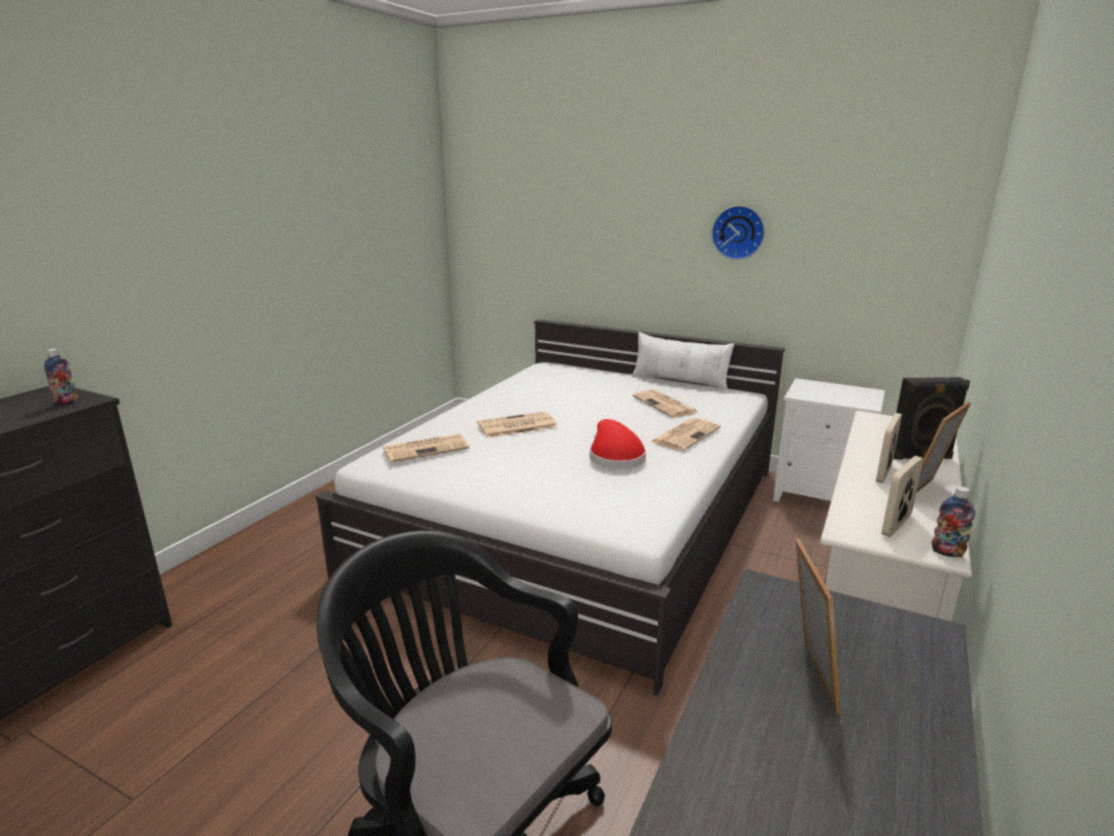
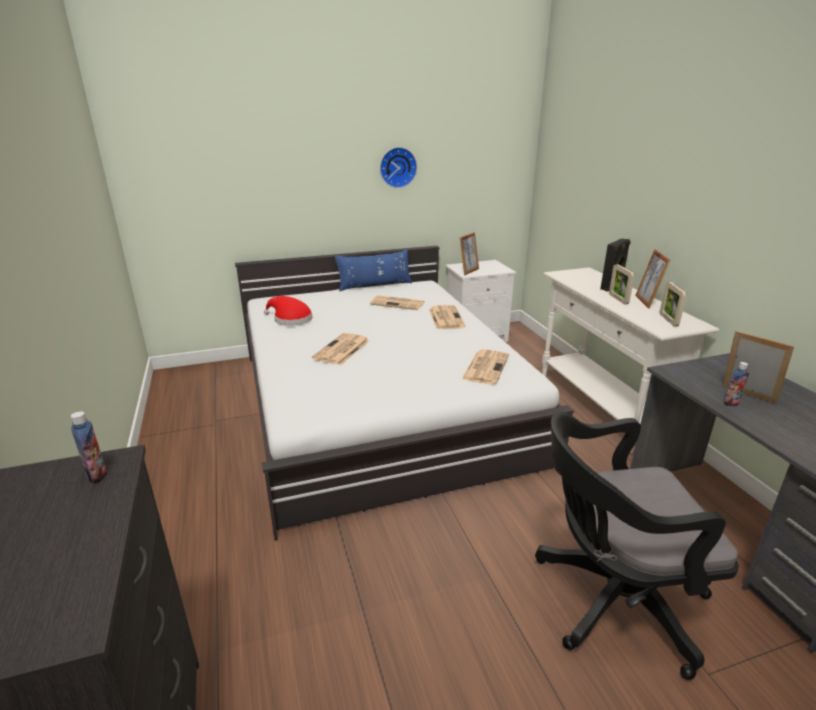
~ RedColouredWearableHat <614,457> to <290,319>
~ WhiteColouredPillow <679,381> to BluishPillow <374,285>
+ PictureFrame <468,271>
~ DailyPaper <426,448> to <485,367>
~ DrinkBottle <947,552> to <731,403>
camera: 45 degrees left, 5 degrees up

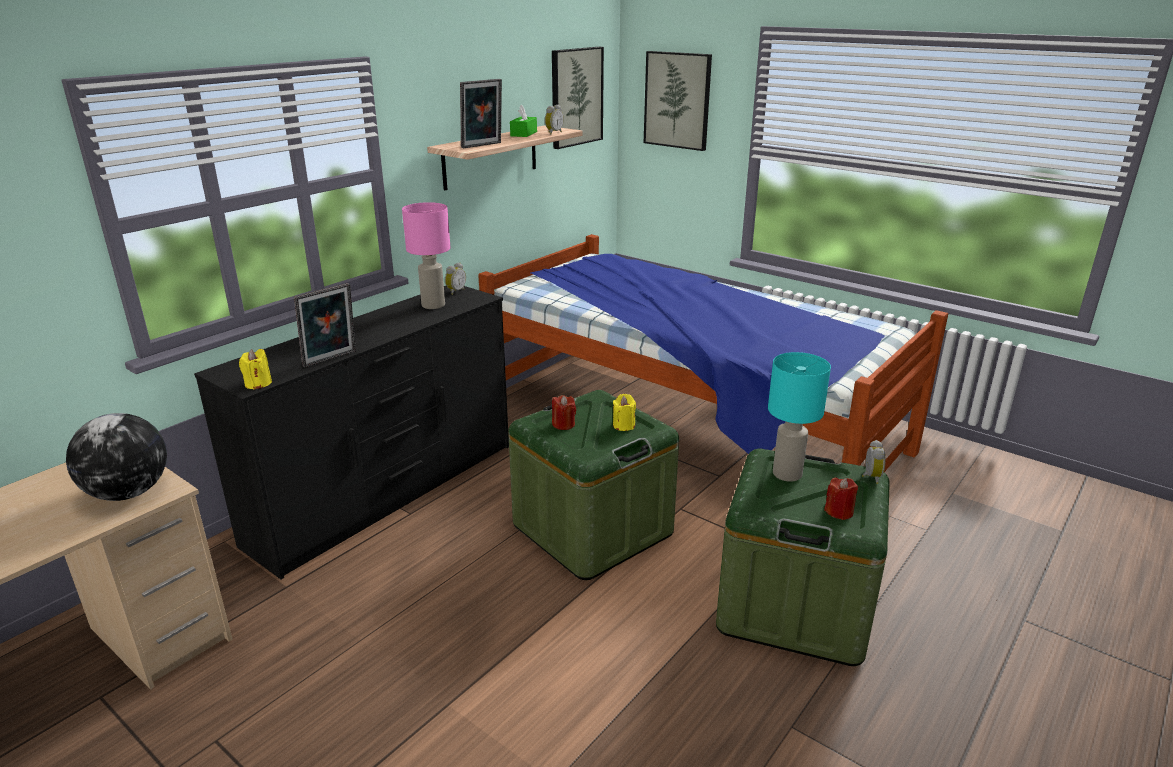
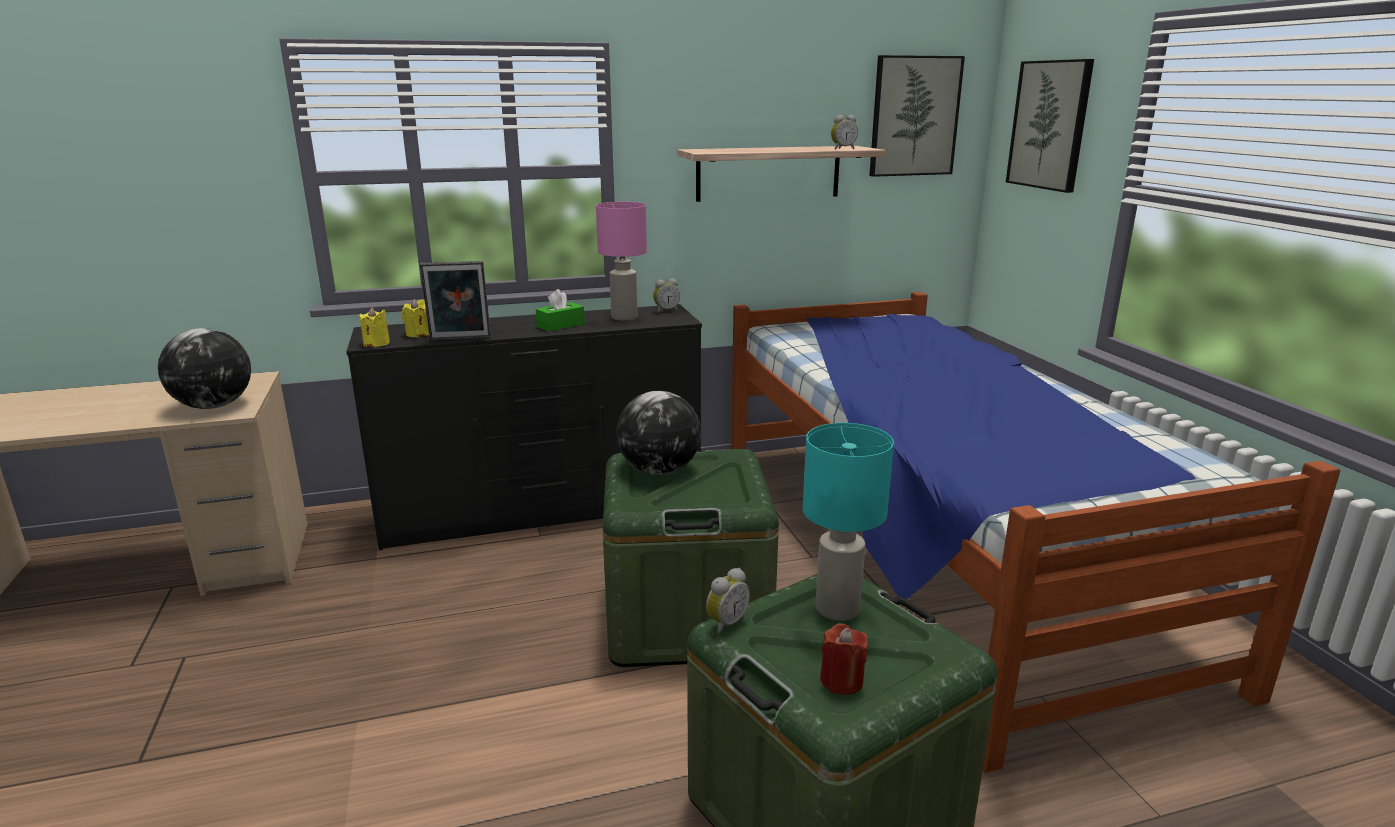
~ YellowWaxLight <623,425> to <418,334>
~ GreenColouredTissueBox <523,134> to <560,325>
~ RedColouredWaxLight <563,424> to WorldGlobe <659,471>
~ AlarmClock <870,477> to <725,623>
- PictureFrame <483,145>
camera: 35 degrees right, 5 degrees down

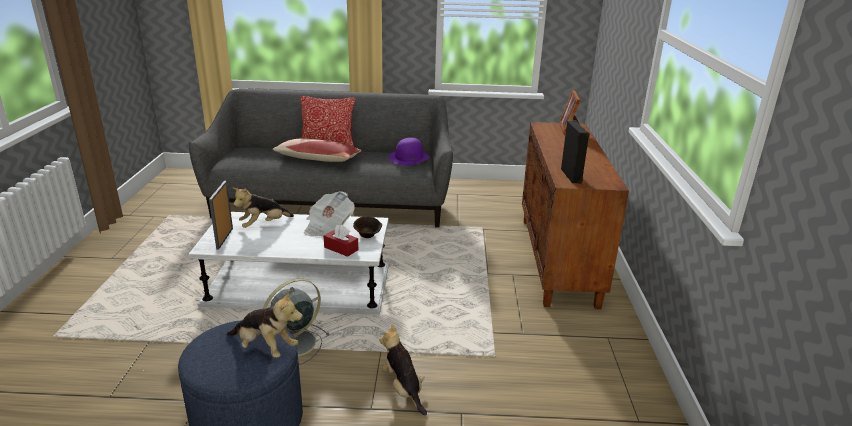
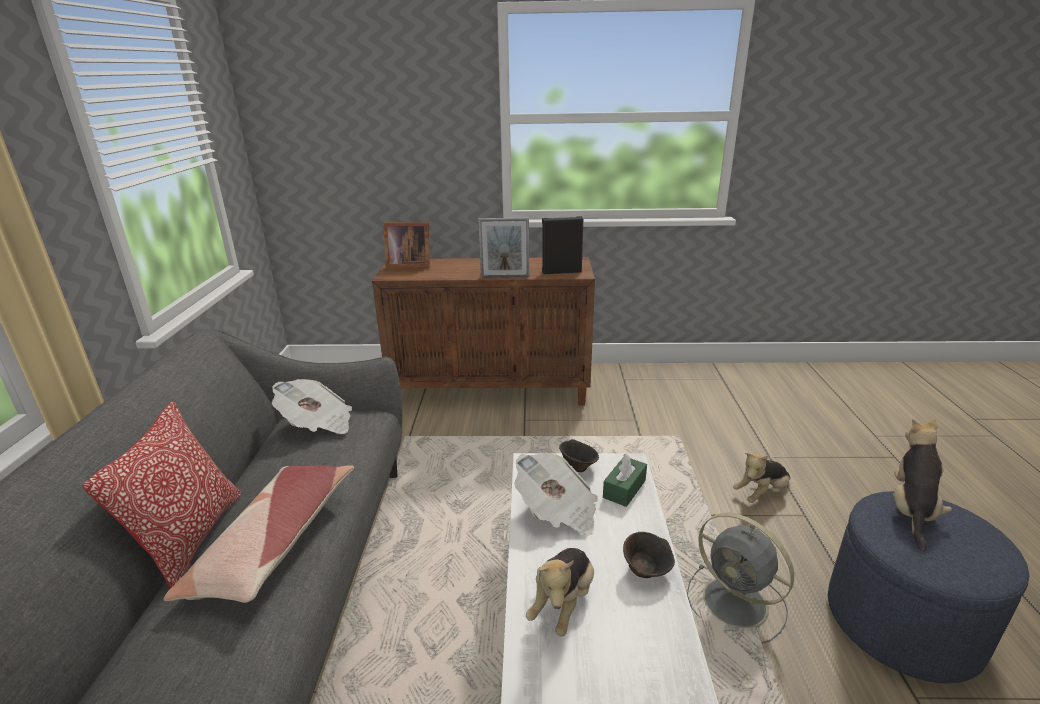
~ PurpleColouredWearableHat <409,158> to DailyPaper <317,423>
~ PictureFrame <224,238> to <505,277>
~ CuddlyToy <263,225> = <563,603> 60 degrees clockwise
~ RedColouredTissueBox <341,248> to GreenColouredTissueBox <624,489>
+ BrownishDeepDish <646,570>
camera: 90 degrees left, 0 degrees up

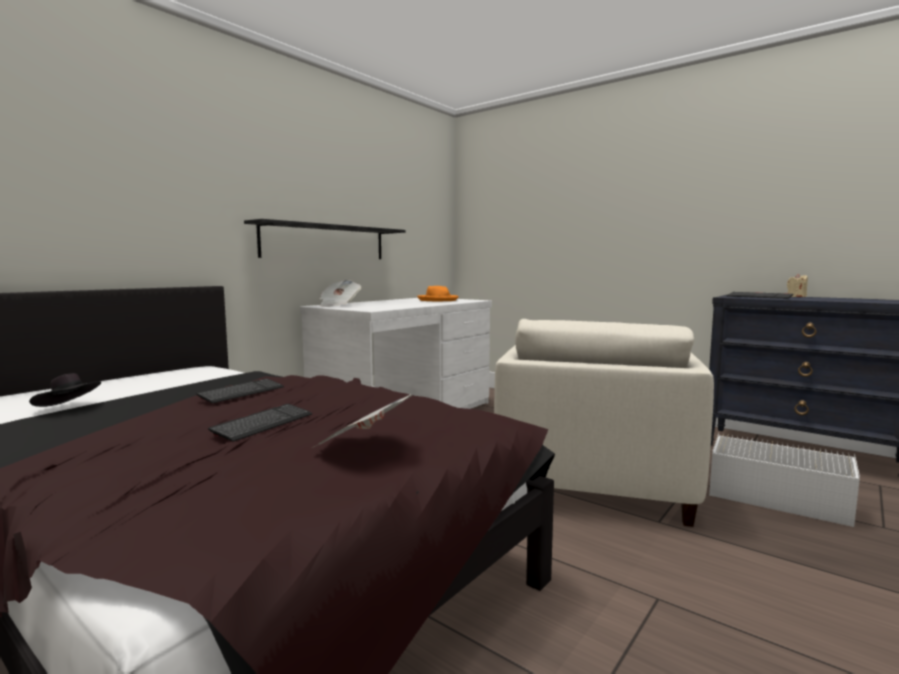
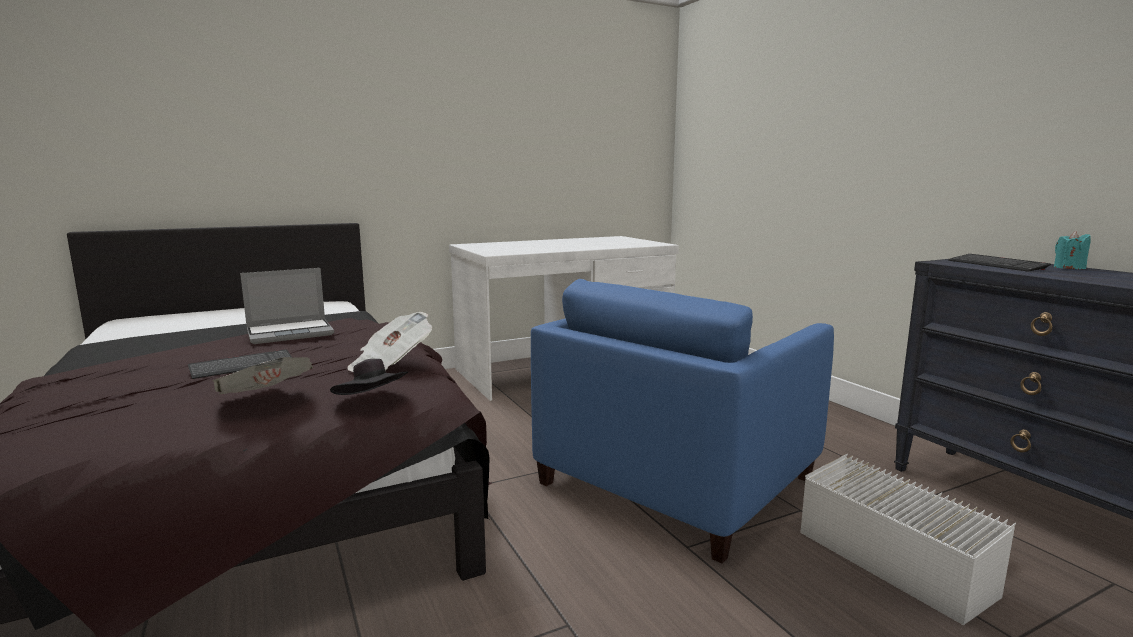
~ Keyboard <241,392> to PortableComputer <291,333>
~ BlackishWearableHat <69,408> to <372,401>
~ DailyPaper <338,305> to <391,364>
~ BeigeArmchair <593,478> to BluishArmchair <678,480>
~ BeigeWaxLight <796,297> to TurquoiseColouredWaxLight <1069,268>
- BlackishWallShelf <325,242>
- OrangeColouredWearableHat <438,300>
camera: 25 degrees right, 5 degrees up

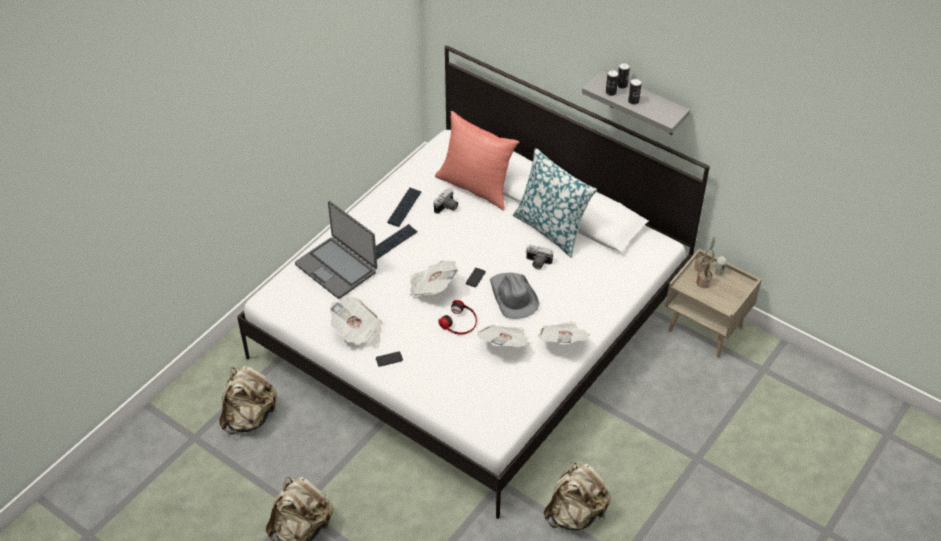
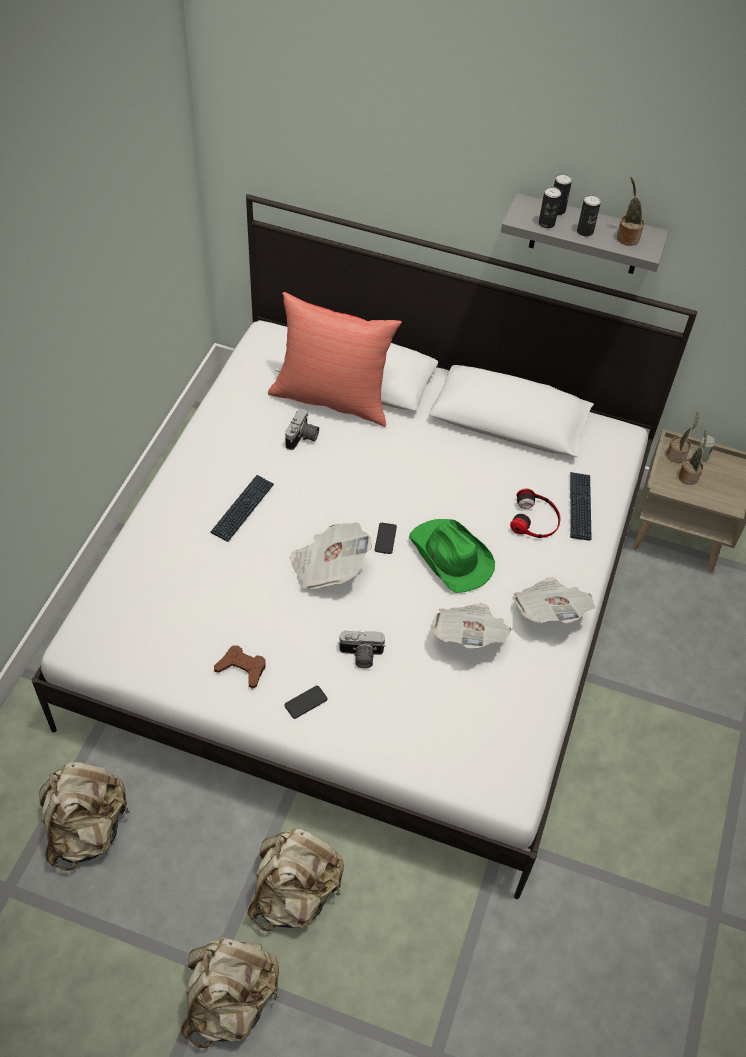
~ DailyPaper <358,332> to BrownishGameController <242,668>
~ BeigeKnapsack <575,514> to <294,894>
~ StillCamera <537,263> to <360,656>
~ GrayWearableHat <513,297> to GreenColouredWearableHat <450,557>
~ PairOfHeadphones <460,322> to <535,519>
~ Keyboard <404,207> to <580,506>
+ PottedPlant <626,237>
- PortableComputer <337,268>
- Pillow <551,229>
camera: 20 degrees left, 5 degrees up

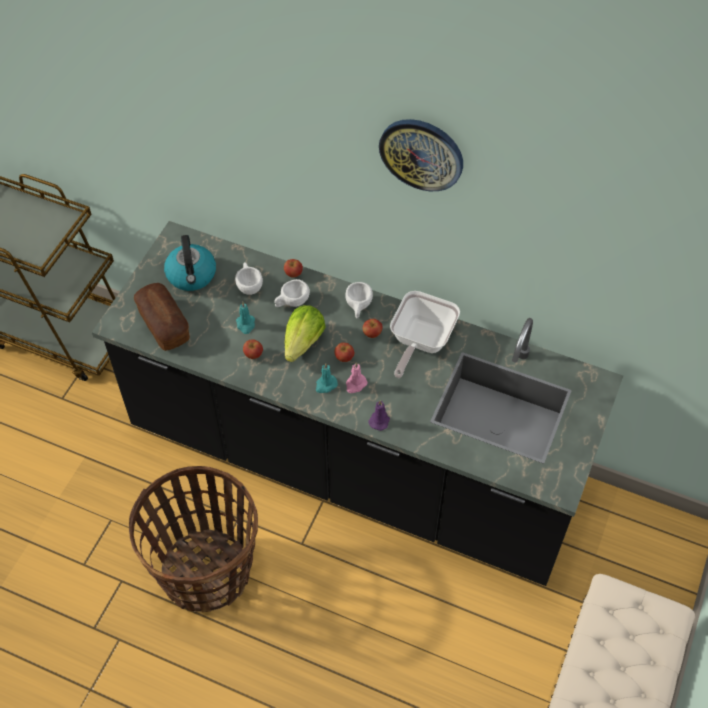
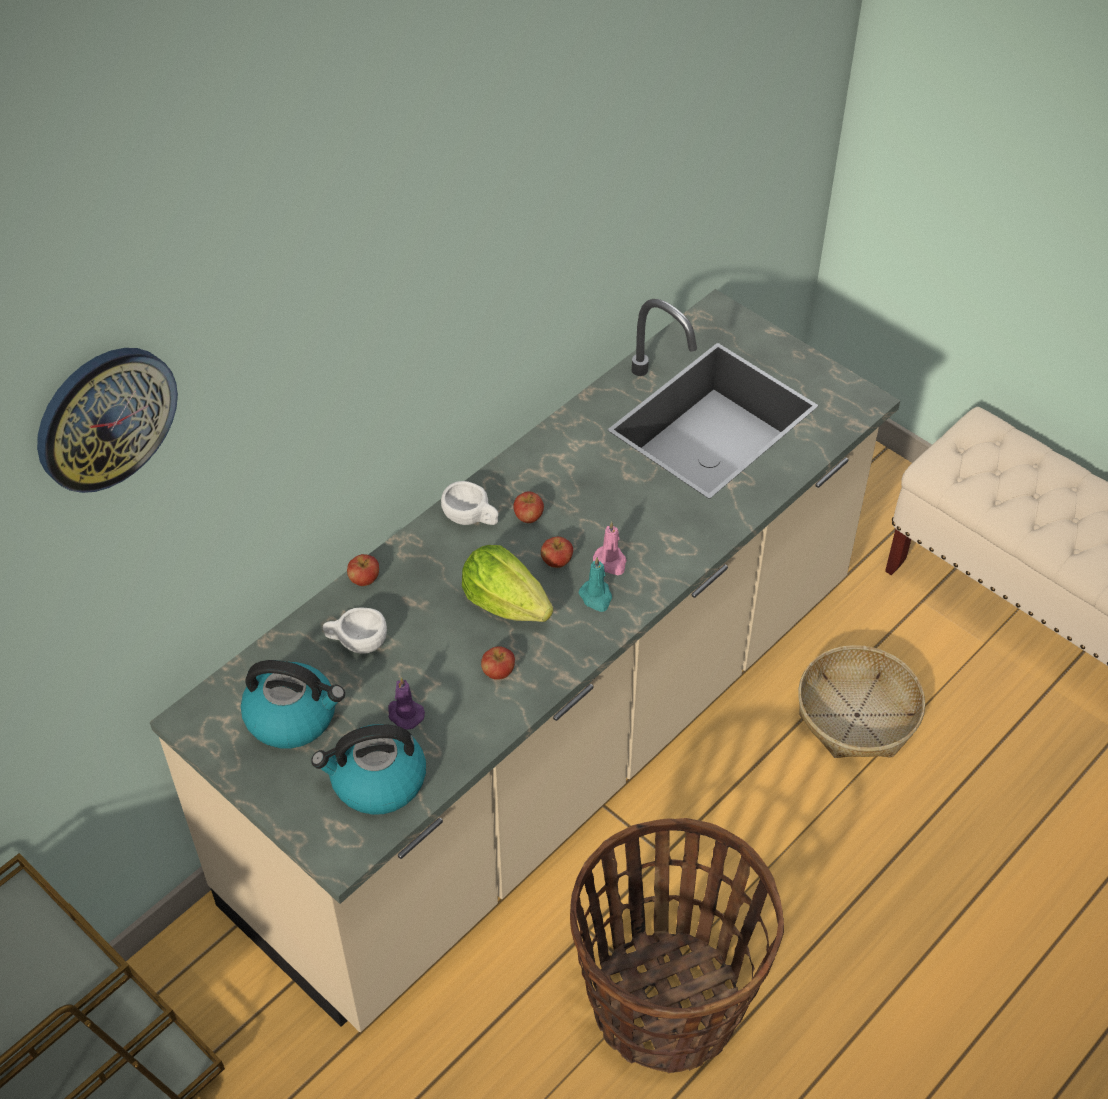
~ WallClock <421,154> to <105,418>
~ BlackishKitchenCounter <354,462> to BeigeKitchenCounter <554,744>
~ BakeryBread <163,324> to TeaKettle <377,781>
~ PurpleColouredWaxLight <379,420> to <404,714>
+ Basket <857,715>
- TurquoiseColouredWaxLight <246,324>
- WhiteColouredCup <291,302>
- Pan <419,342>
camera: 70 degrees left, 5 degrees down

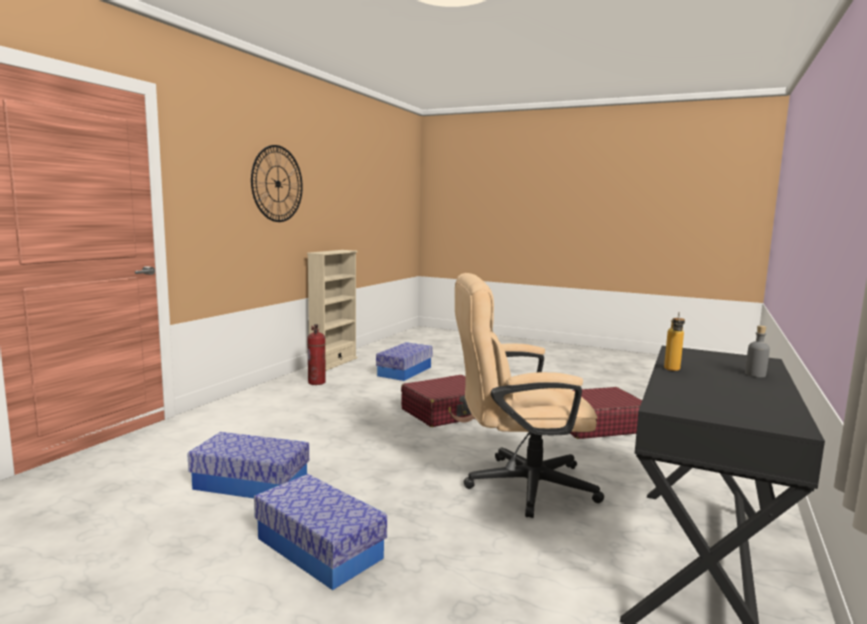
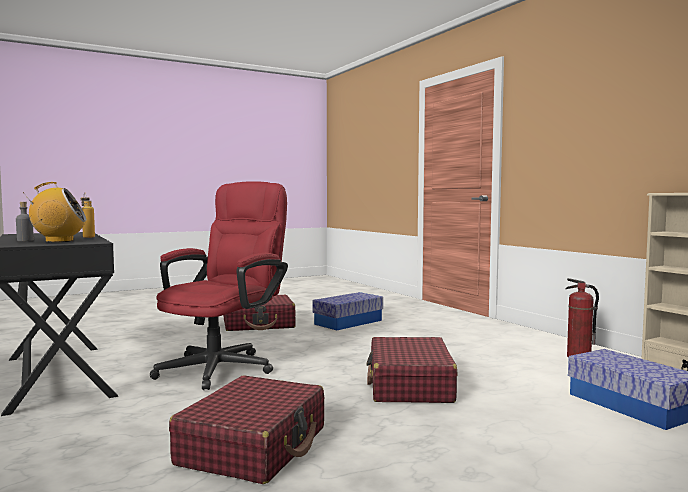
+ Radio <59,241>
~ BeigeOfficeChair <517,485> to RedColouredOfficeChair <224,366>
~ StorageBox <319,548> to RedColouredSuitcase <258,324>
- WallClock <277,184>
camera: 125 degrees right, 5 degrees down

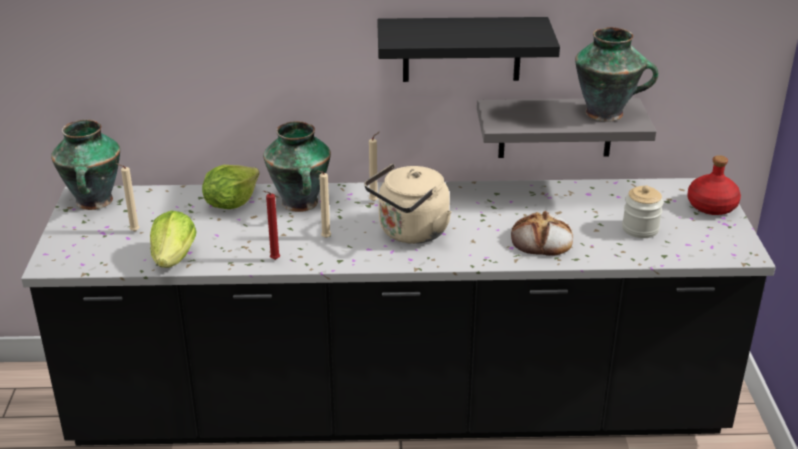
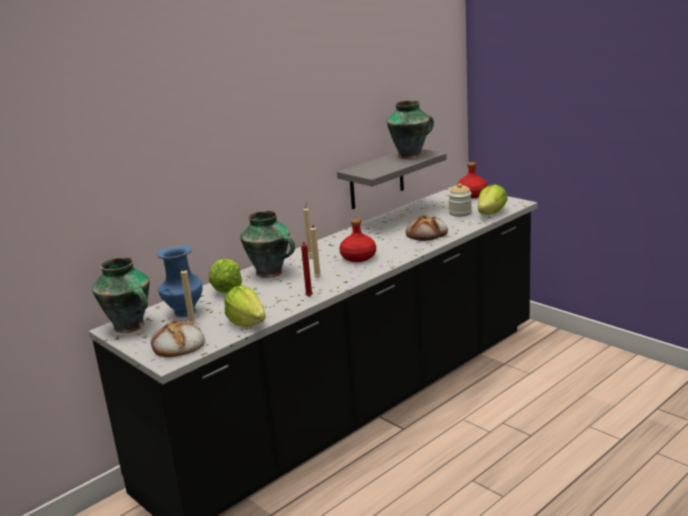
+ BakeryBread <177,345>
+ BluishFlowerVase <184,313>
~ BeigeTeaKettle <410,233> to RedColouredDrinkBottle <358,257>
+ Lettuce <491,213>
- BlackishWallShelf <461,49>
camera: 40 degrees left, 10 degrees down

